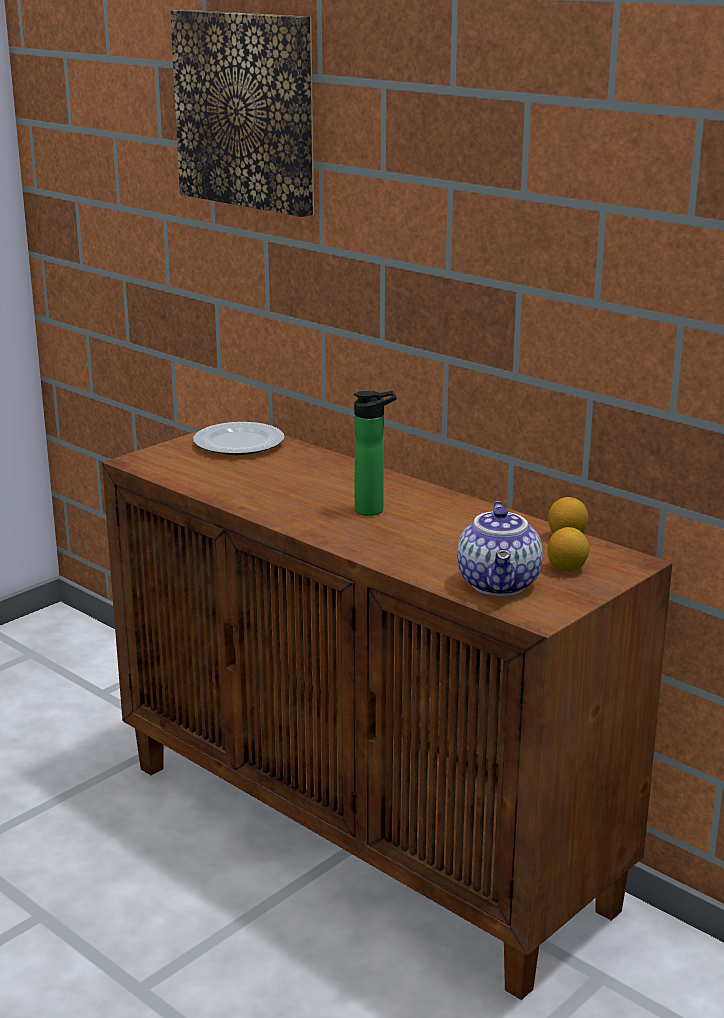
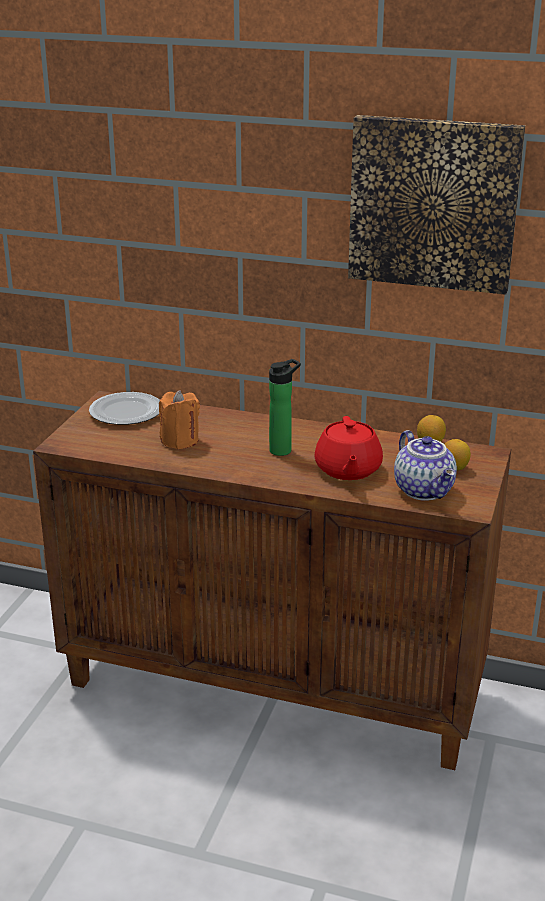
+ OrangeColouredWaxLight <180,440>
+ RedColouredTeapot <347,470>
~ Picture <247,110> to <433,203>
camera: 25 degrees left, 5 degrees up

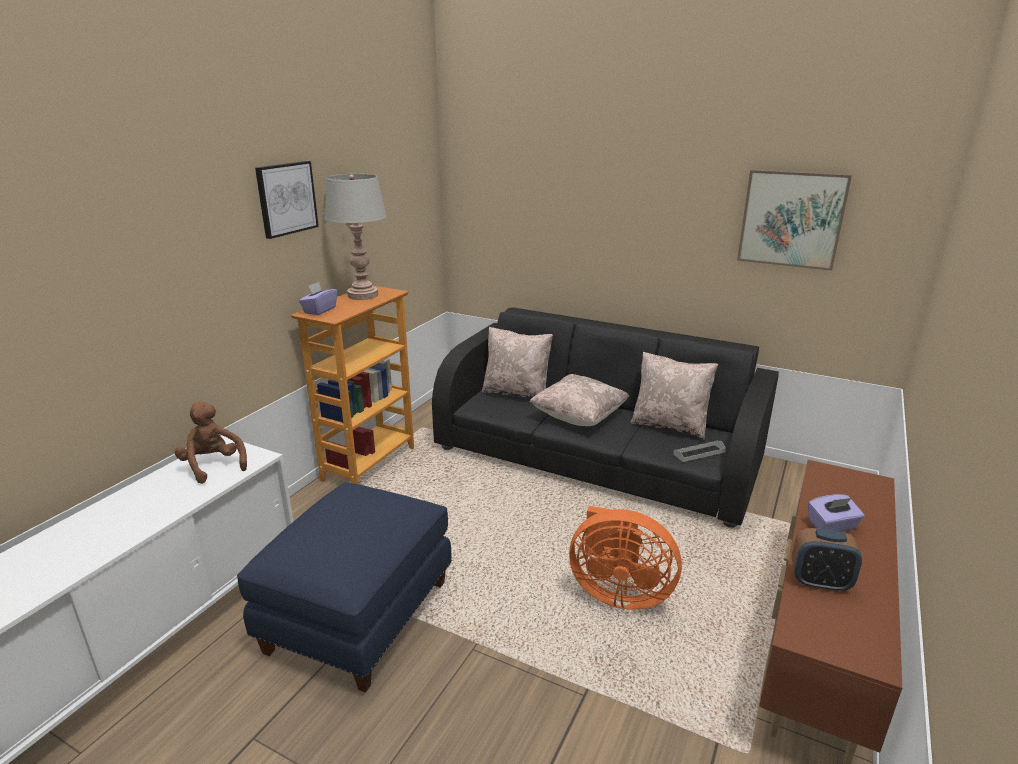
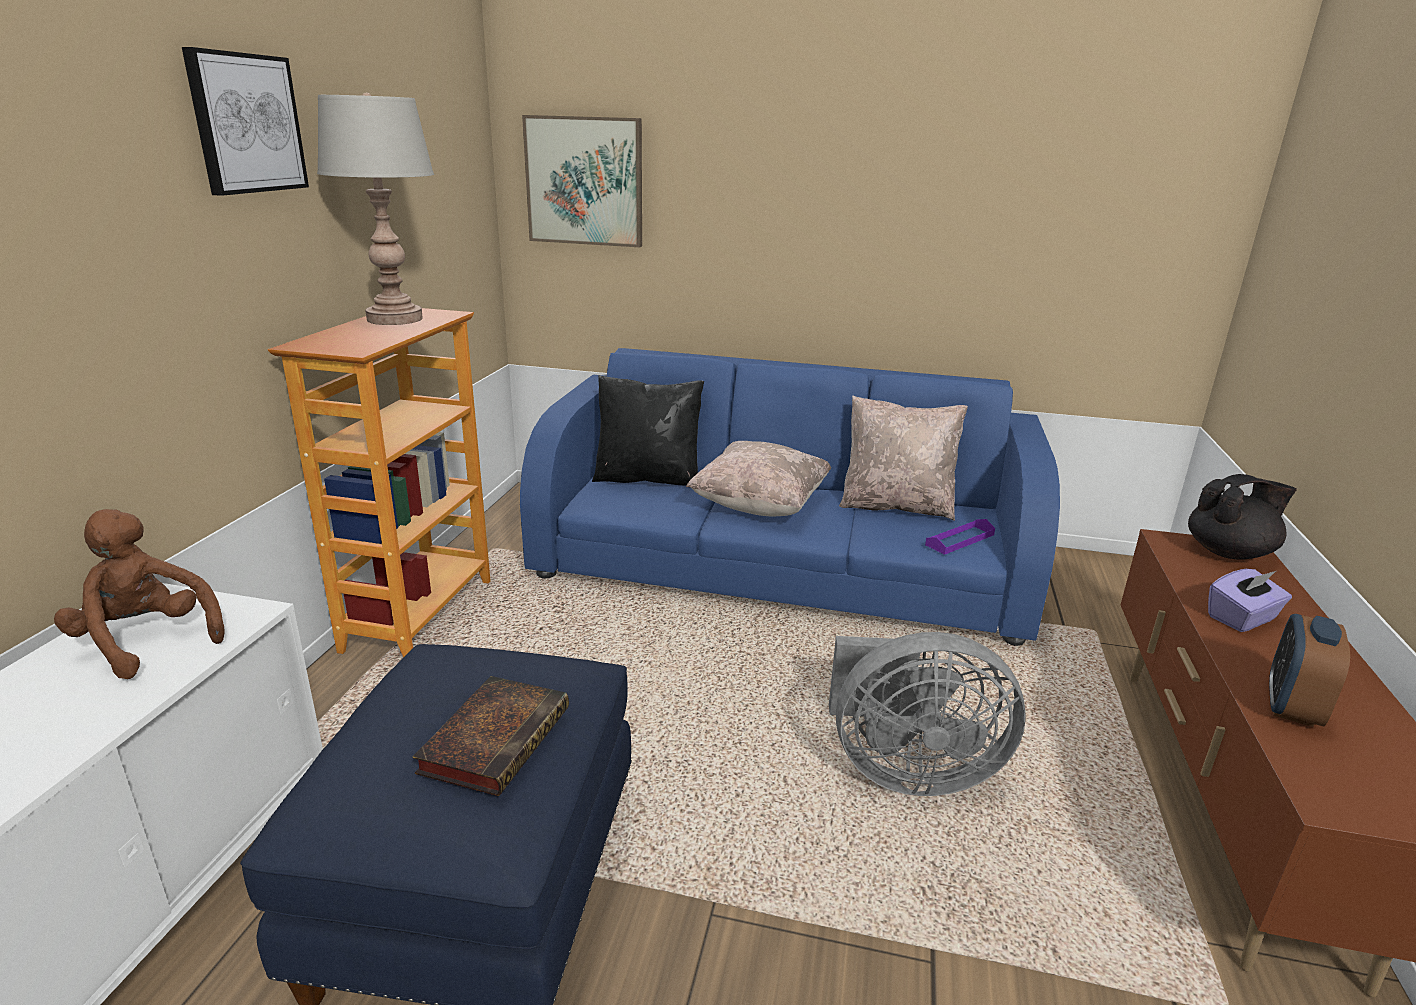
+ Volume <496,738>
~ BlackishSofa <597,455> to BluishSofa <782,563>
~ Picture <791,219> to <585,181>
~ BeigePillow <516,392> to BlackishPillow <648,478>
~ OrangeColouredElectricFan <618,592> to GrayElectricFan <906,770>
~ GrayTray <699,453> to PurpleColouredTray <960,540>
+ BlackishTeapot <1229,552>
~ AlarmClock <819,582> = <1291,707> 120 degrees clockwise
- PurpleColouredTissueBox <319,310>
camera: 15 degrees left, 0 degrees up

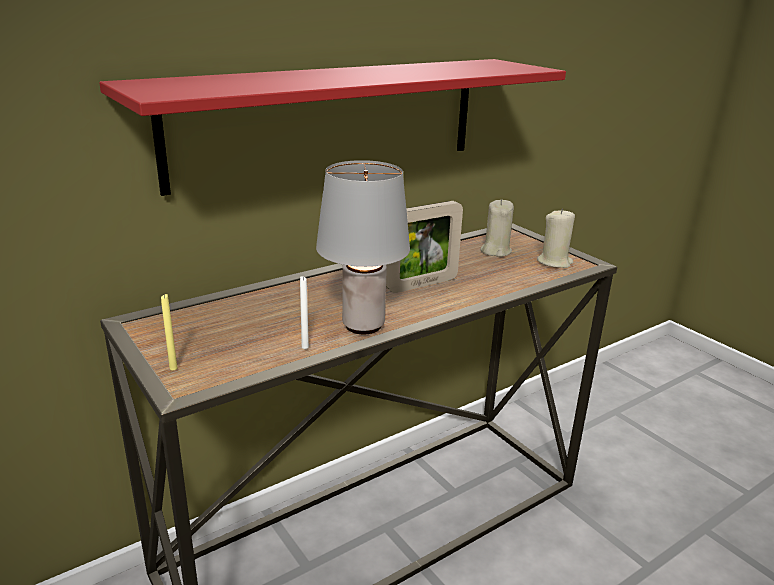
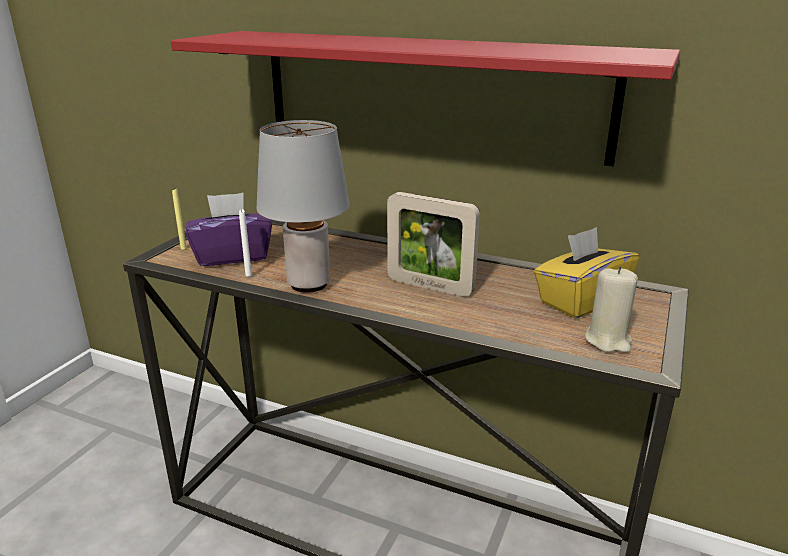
+ PurpleColouredTissueBox <232,256>
~ BeigeWaxLight <495,251> to YellowTissueBox <580,300>
camera: 60 degrees right, 0 degrees up

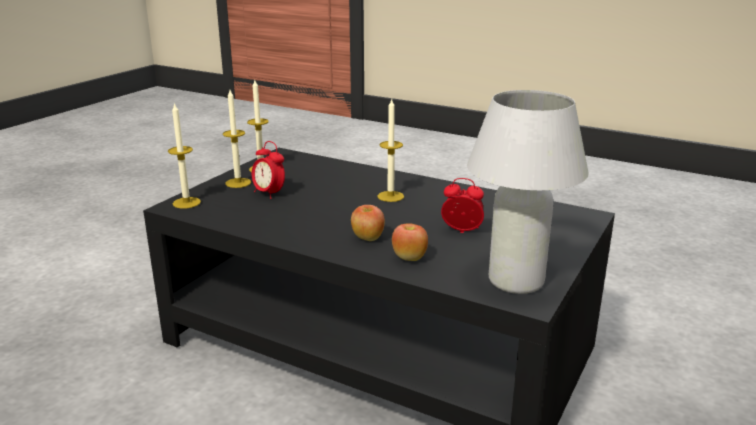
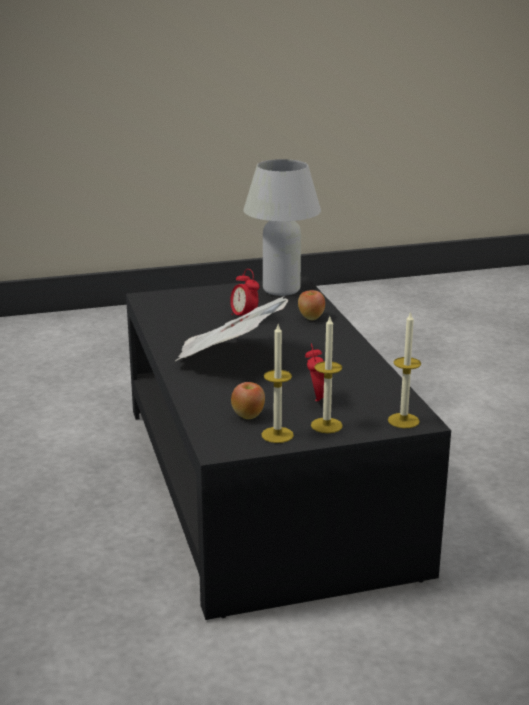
~ WaxLight <390,196> to DailyPaper <229,357>
~ Apple <367,238> to <248,415>
camera: 135 degrees left, 0 degrees up

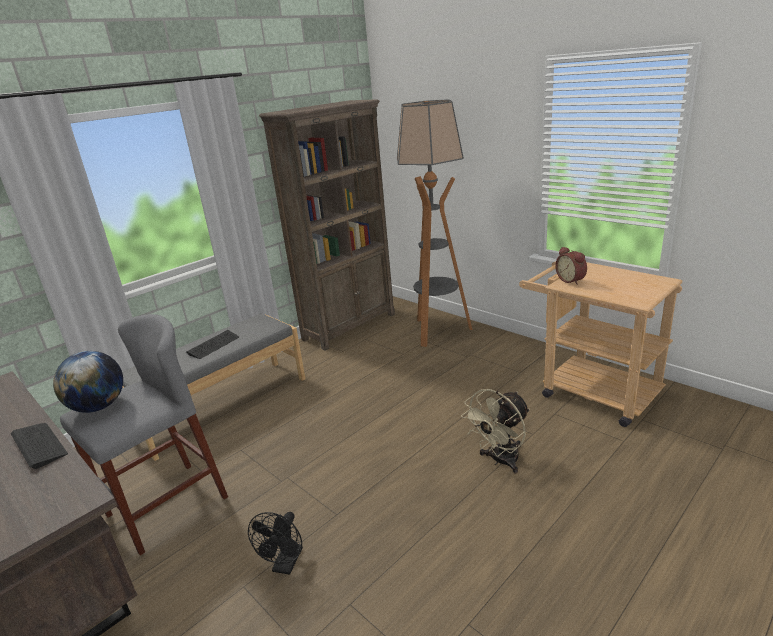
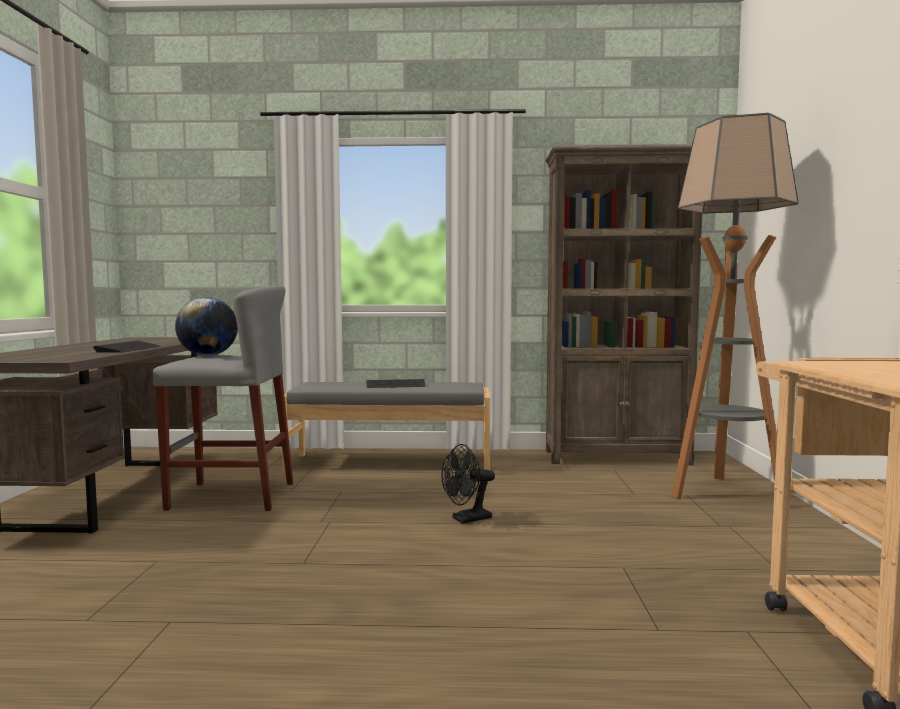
~ BlackishElectricFan <286,565> to <466,519>
- BeigeElectricFan <500,461>
- AlarmClock <571,280>
camera: 45 degrees right, 20 degrees down

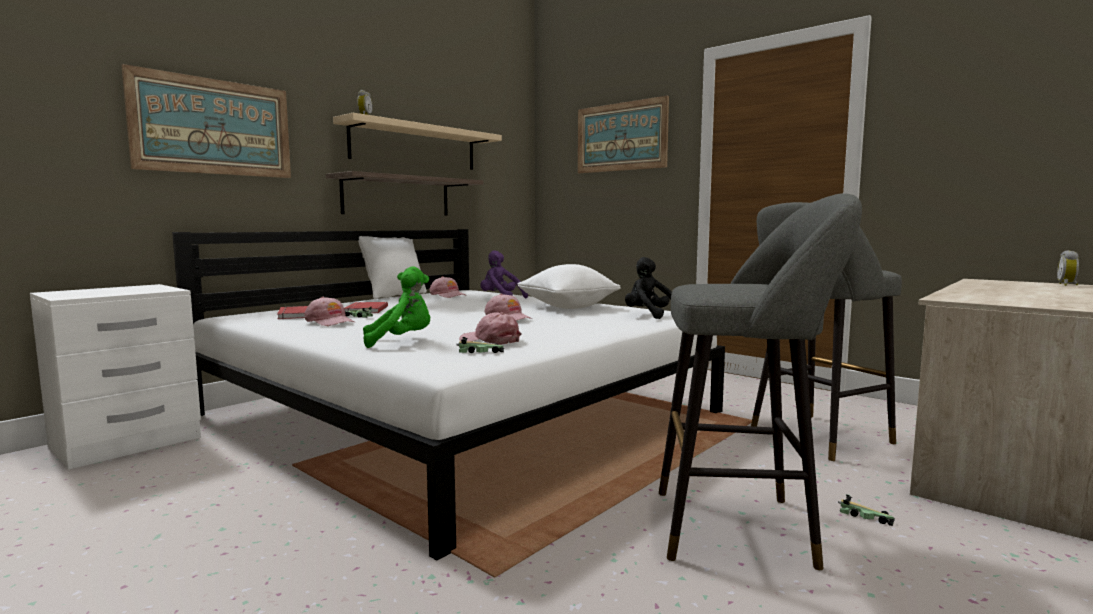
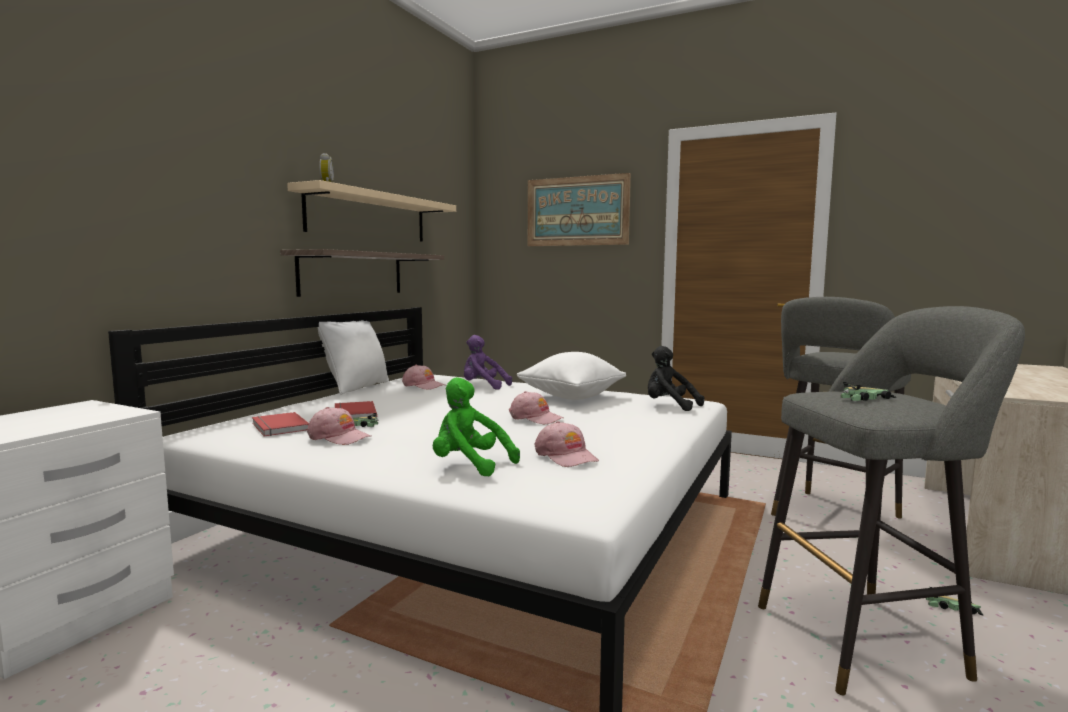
~ GreenColouredCuddlyToy <401,341> = <469,465> 120 degrees counterclockwise
~ PinkCap <490,340> = <566,456> 135 degrees counterclockwise
~ ToyCar <480,351> to <865,398>
- Picture <213,127>
- AlarmClock <1068,285>
camera: 15 degrees left, 0 degrees up

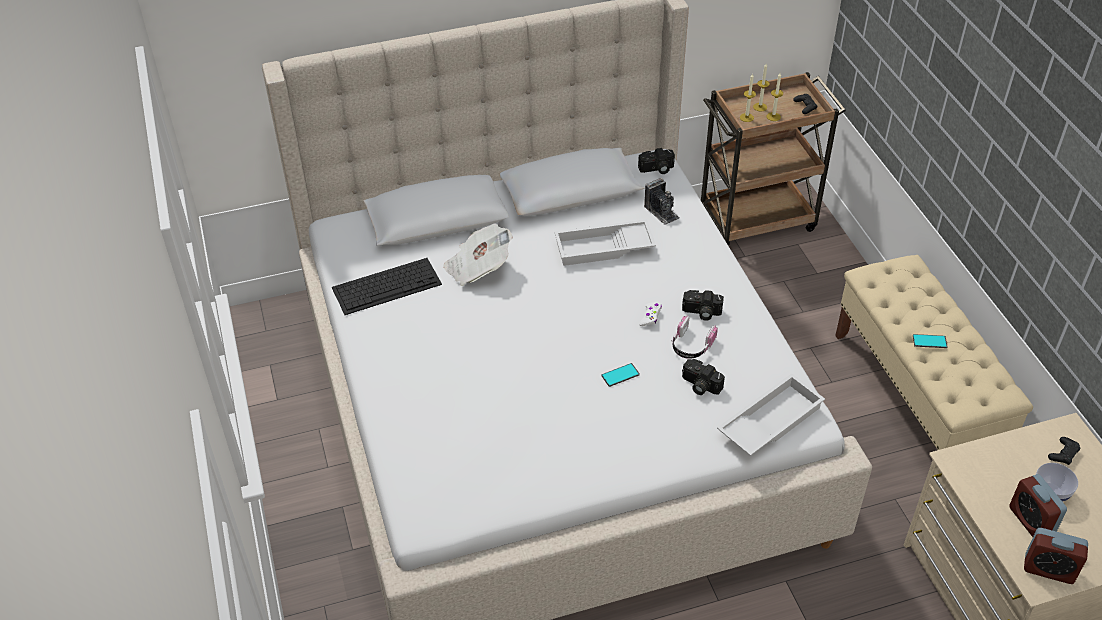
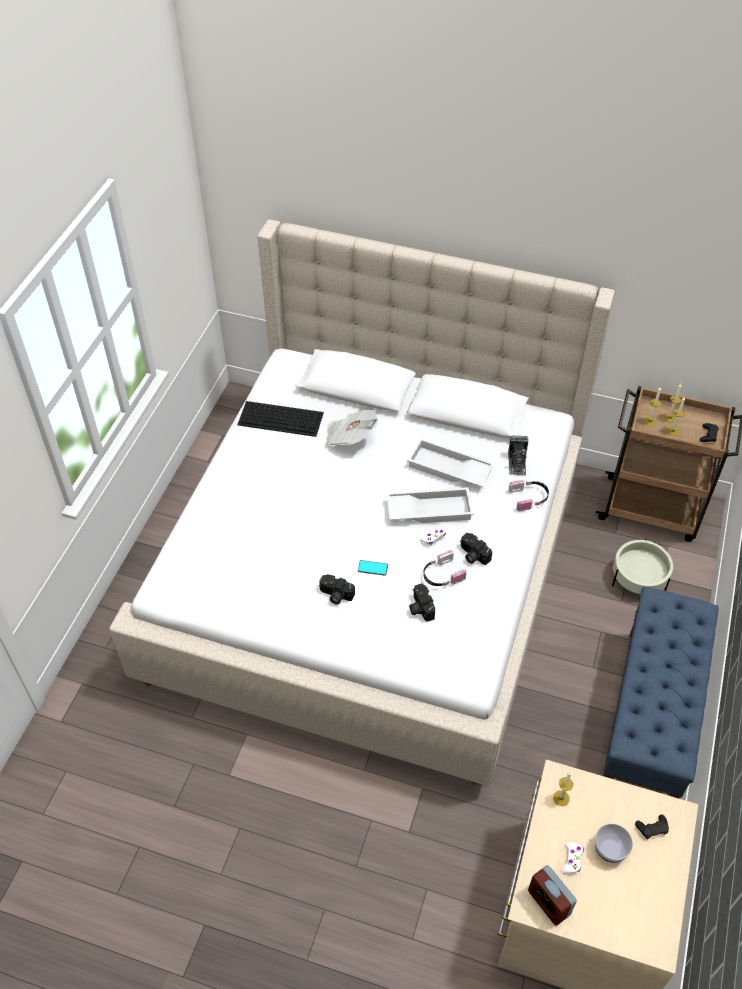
~ StillCamera <657,169> to <335,595>
~ WhiteColouredTray <769,421> to <429,509>
+ PairOfHeadphones <529,498>
+ WaxLight <561,798>
~ AlarmClock <1031,521> to WhiteColouredGameController <572,859>
~ BeigeBench <915,398> to BluishBench <649,719>
+ BeigeFlowerPot <638,578>
- Phone <929,341>
camera: 35 degrees right, 5 degrees up

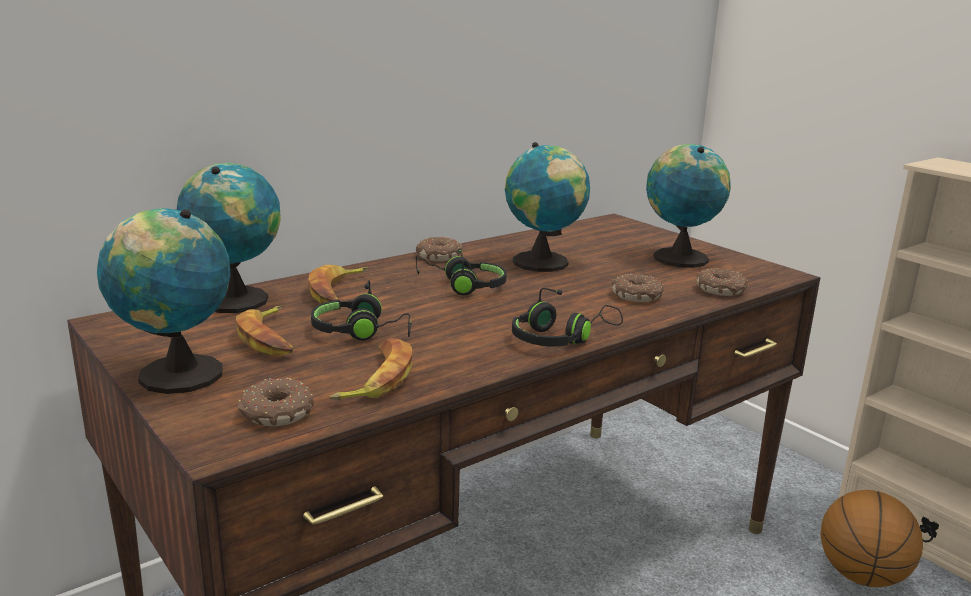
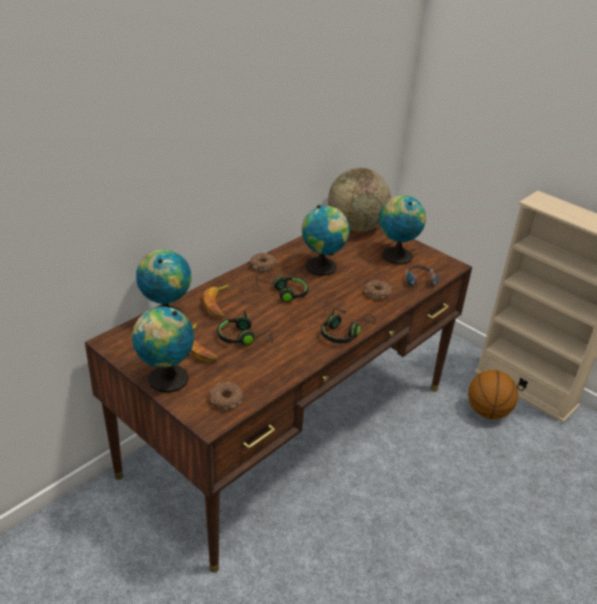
+ WorldGlobe <356,227>
~ Doughnut <721,290> to PairOfHeadphones <421,284>
- WholeBanana <376,379>
camera: 10 degrees left, 15 degrees up

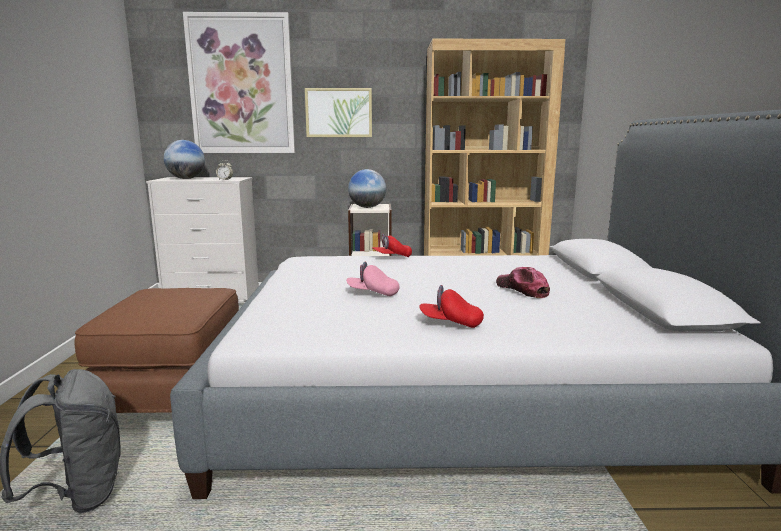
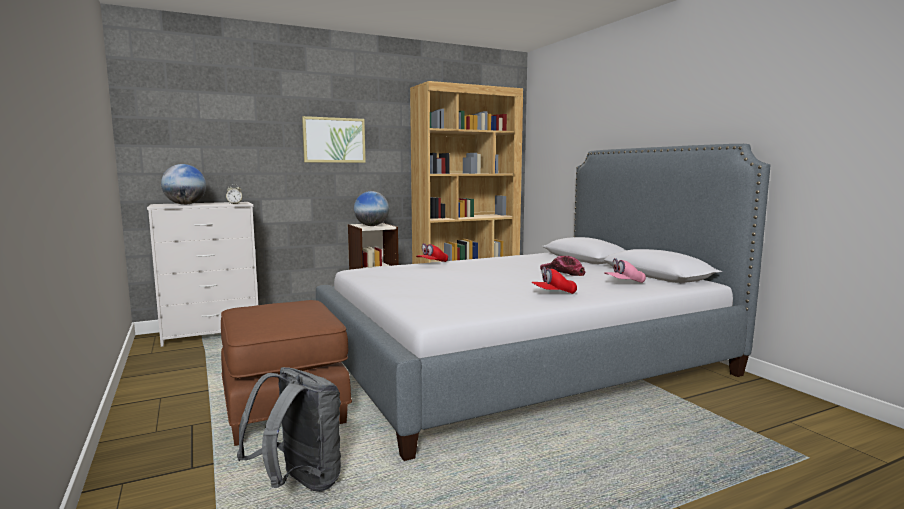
~ PinkCap <373,293> to <624,283>
- Picture <241,85>
camera: 25 degrees left, 5 degrees down

